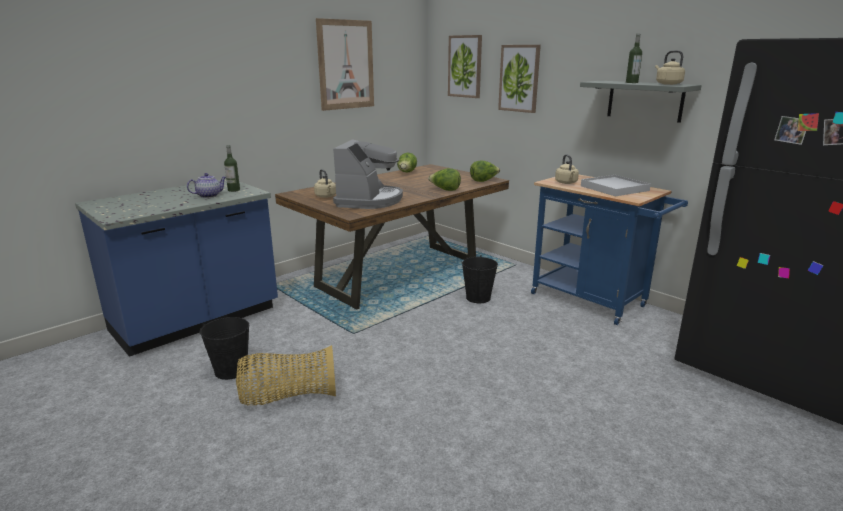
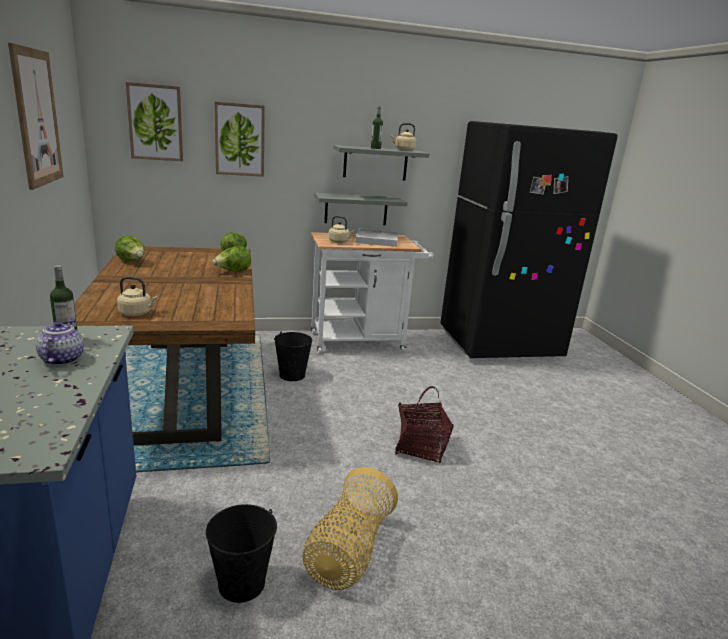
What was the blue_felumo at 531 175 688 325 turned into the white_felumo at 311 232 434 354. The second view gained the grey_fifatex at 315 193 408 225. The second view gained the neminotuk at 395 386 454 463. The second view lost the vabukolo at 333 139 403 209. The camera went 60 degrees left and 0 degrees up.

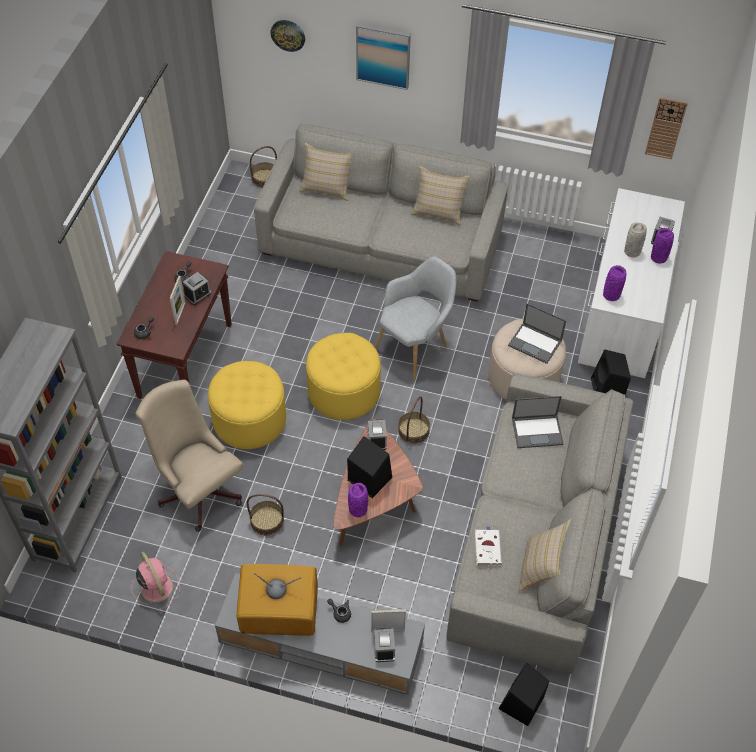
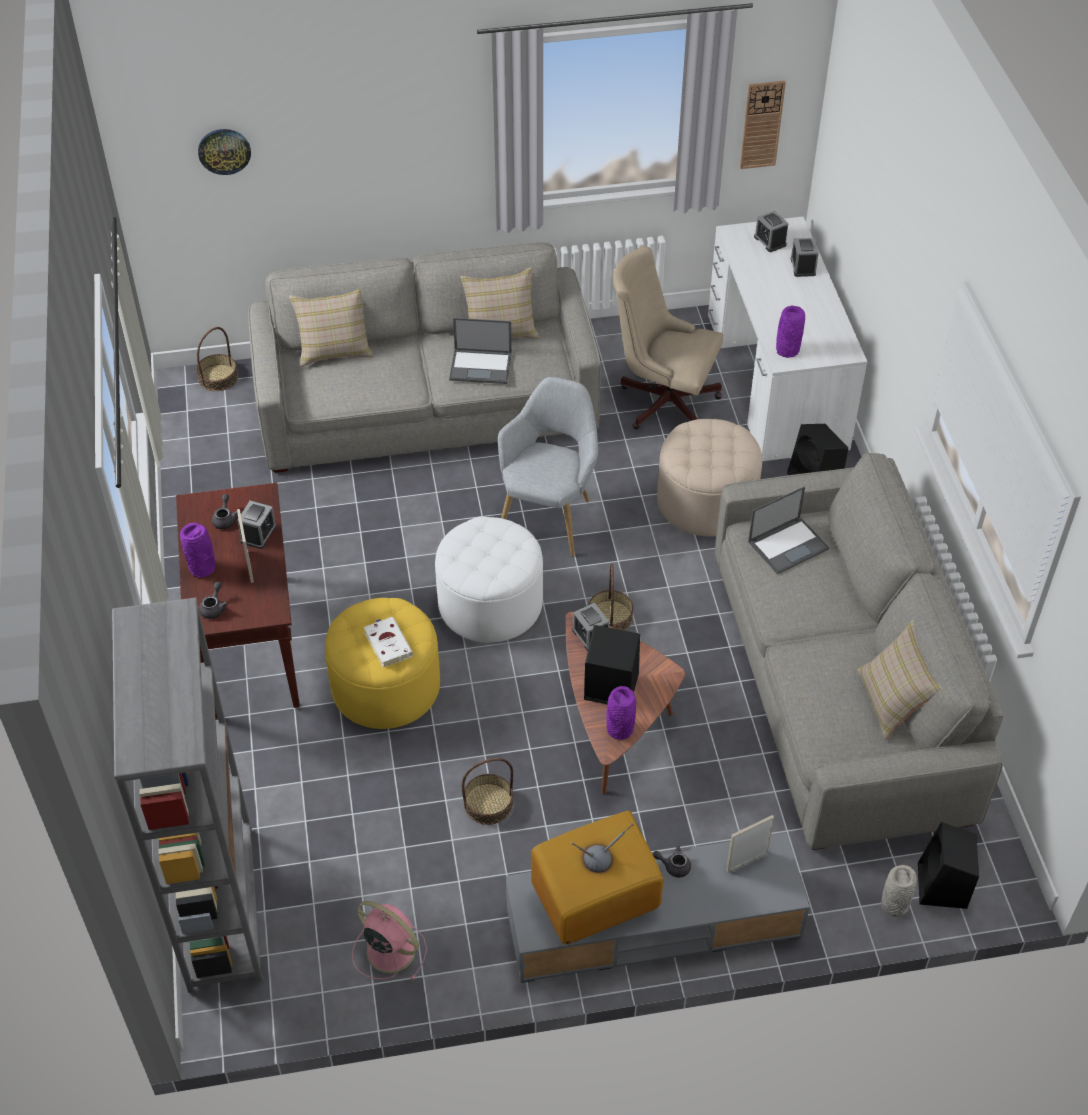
The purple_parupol ended up elsewhere, having gone from 651 228 674 263 to 180 523 216 578. The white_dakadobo ended up elsewhere, having gone from 475 526 502 566 to 364 617 413 667. What was the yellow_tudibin at 306 333 381 420 turned into the white_tudibin at 435 517 543 643. The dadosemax ended up elsewhere, having gone from 508 303 566 364 to 449 318 512 384. The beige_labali ended up elsewhere, having gone from 136 380 243 532 to 613 246 723 430. The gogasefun ended up elsewhere, having gone from 374 628 395 662 to 754 211 789 252. The grey_parupol ended up elsewhere, having gone from 624 222 647 258 to 881 865 917 917. The second view lost the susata at 356 24 411 90. The camera went 25 degrees left and 5 degrees down.

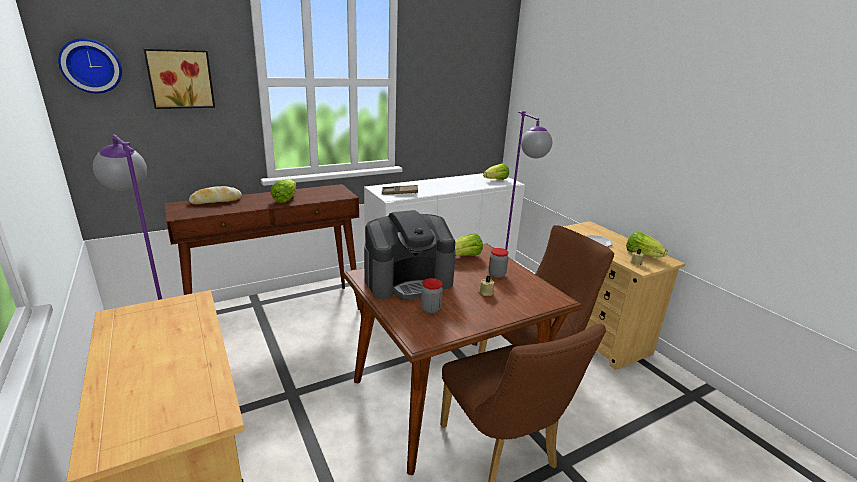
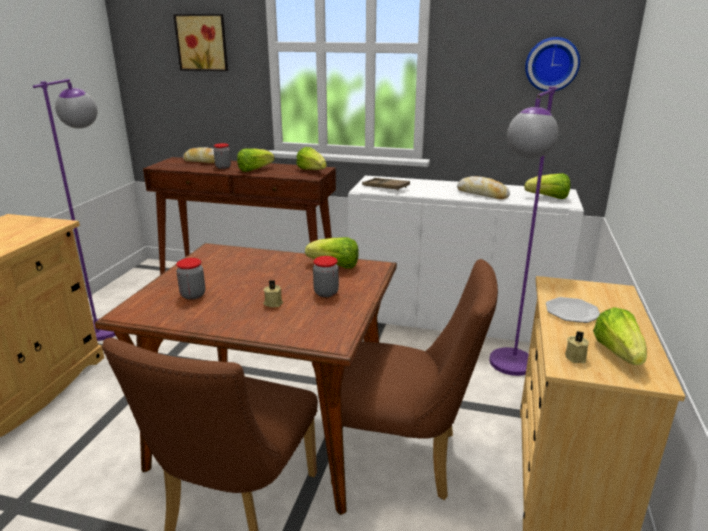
The second view gained the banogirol at 214 143 231 169. The second view gained the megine at 296 147 327 170. The second view gained the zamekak at 457 176 510 199. The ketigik ended up elsewhere, having gone from 58 38 122 93 to 525 37 580 91. The second view lost the vabukolo at 364 210 456 300. The camera went 45 degrees right and 0 degrees up.

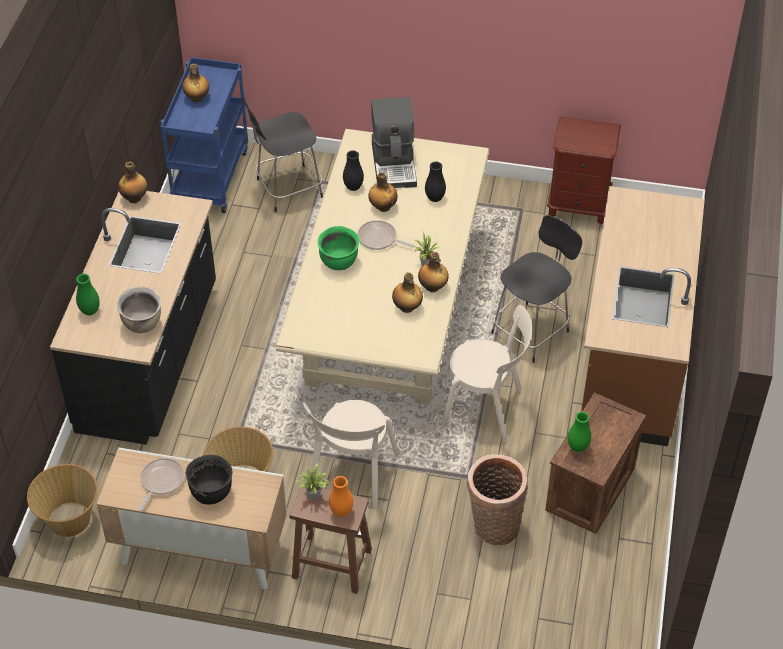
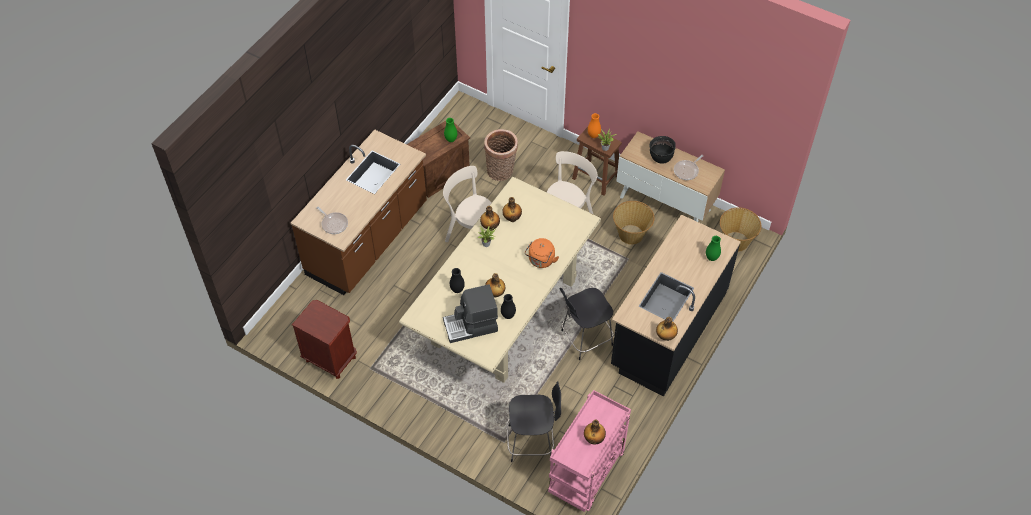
The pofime ended up elsewhere, having gone from 357 220 415 250 to 317 207 348 234. The vabukolo at 371 97 417 188 ended up facing another way, 120 degrees counterclockwise from before. Where the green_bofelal stood at 318 226 360 270, the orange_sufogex came to stand at 525 238 559 268. What was the blue_felumo at 160 57 248 213 turned into the pink_felumo at 548 390 631 512. The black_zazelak ended up elsewhere, having gone from 491 215 582 363 to 560 288 614 360. The second view lost the brown_bofelal at 117 287 161 333. The camera went 160 degrees left and 5 degrees up.

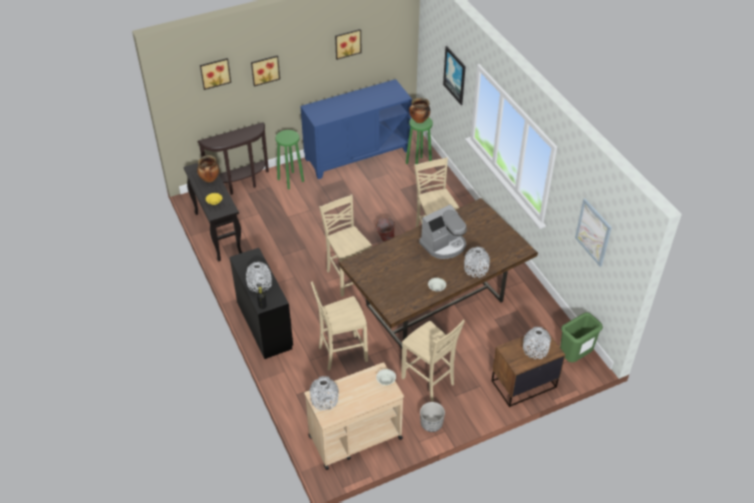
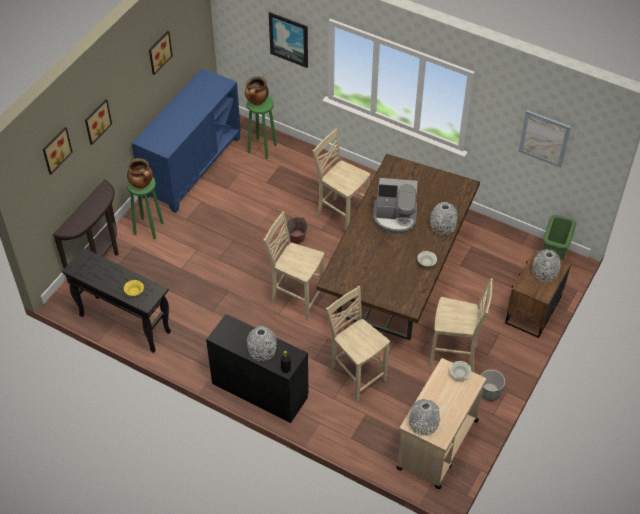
The bofelal ended up elsewhere, having gone from 197 155 220 182 to 127 158 153 189. The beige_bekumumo at 311 281 368 371 ended up facing another way, 105 degrees clockwise from before. The vabukolo at 419 204 467 259 ended up facing another way, 75 degrees clockwise from before. The camera went 35 degrees left and 5 degrees up.

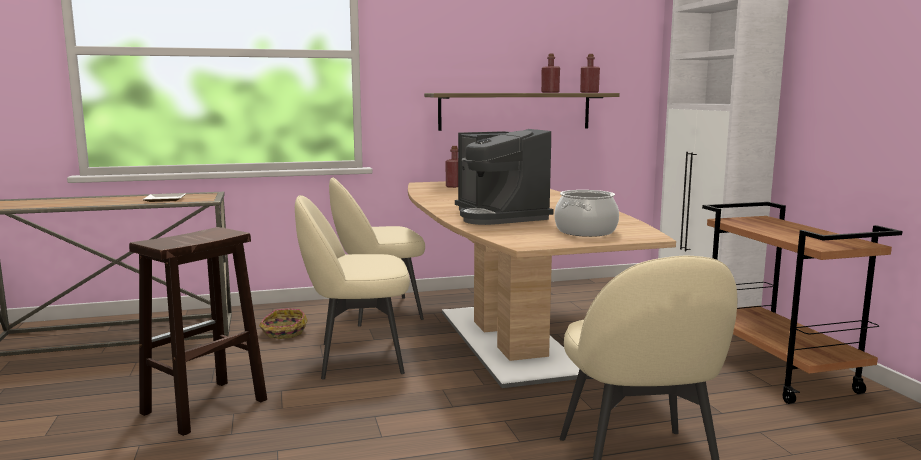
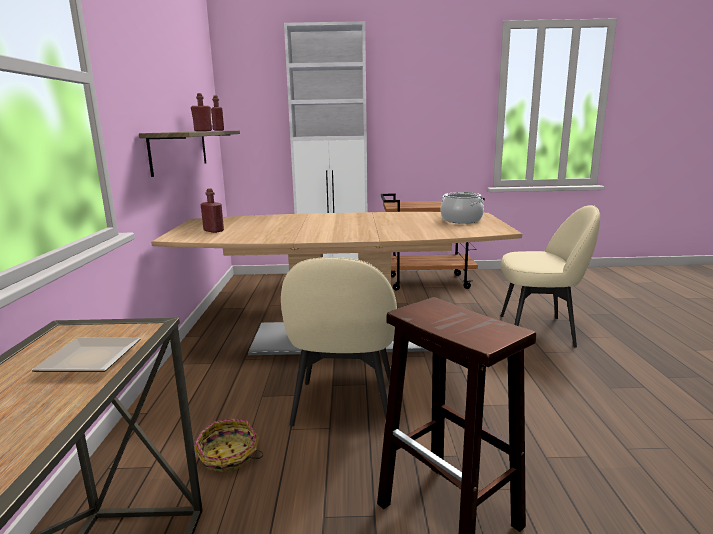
The second view lost the beige_bekumumo at 329 177 425 327. The second view lost the vabukolo at 455 129 554 225. The camera went 75 degrees left and 5 degrees up.

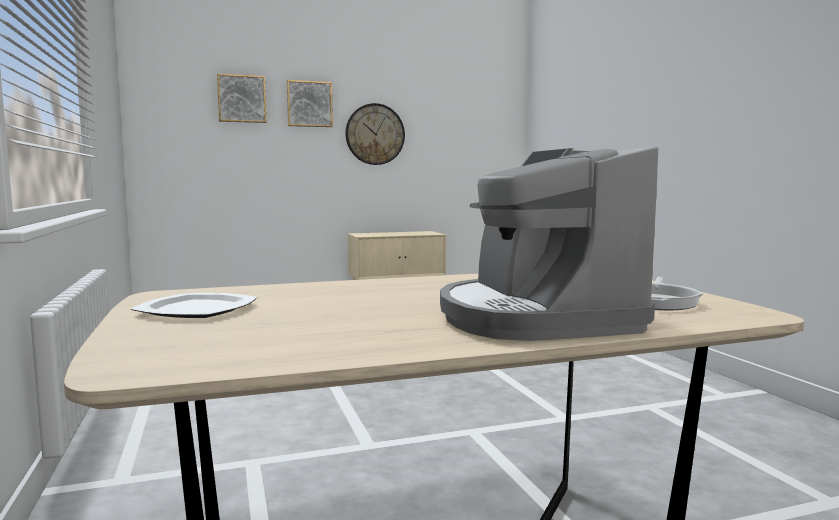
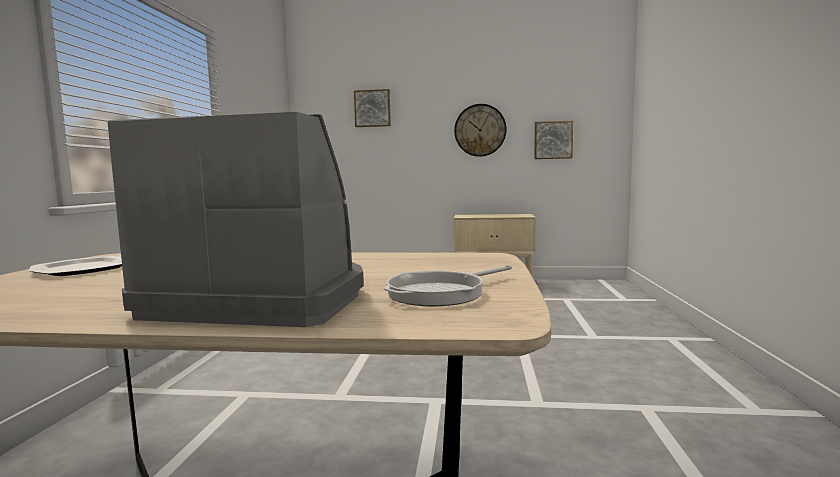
The vabukolo at 440 147 658 341 ended up facing another way, 90 degrees clockwise from before. The susata ended up elsewhere, having gone from 287 80 333 127 to 534 121 573 159. The camera went 25 degrees right and 0 degrees up.

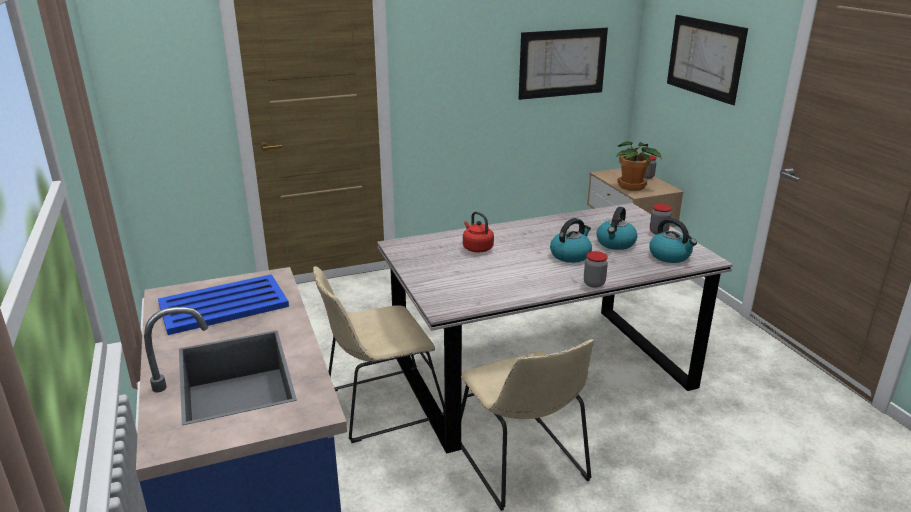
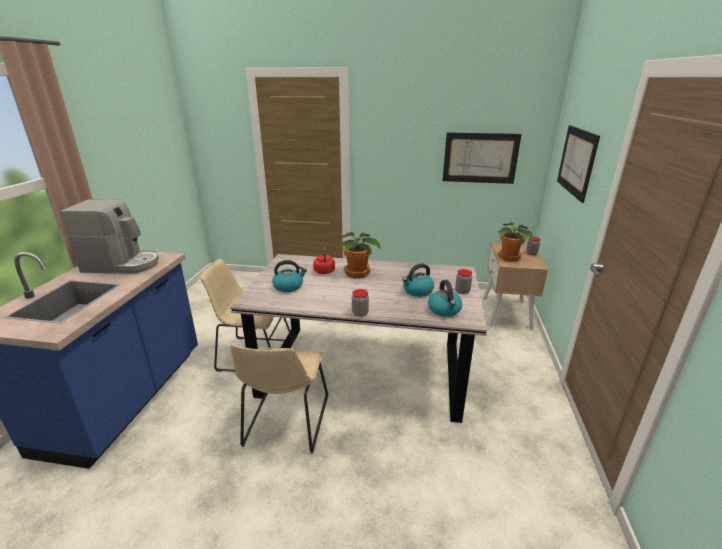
Where the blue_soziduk stood at 158 274 289 335, the vabukolo came to stand at 60 199 159 273. The sufogex ended up elsewhere, having gone from 550 218 592 263 to 272 260 307 292. The second view gained the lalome at 339 232 381 278. The camera went 30 degrees right and 0 degrees up.

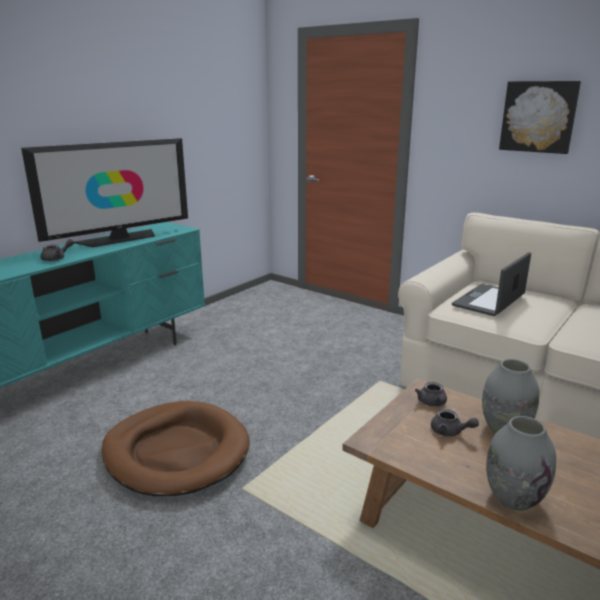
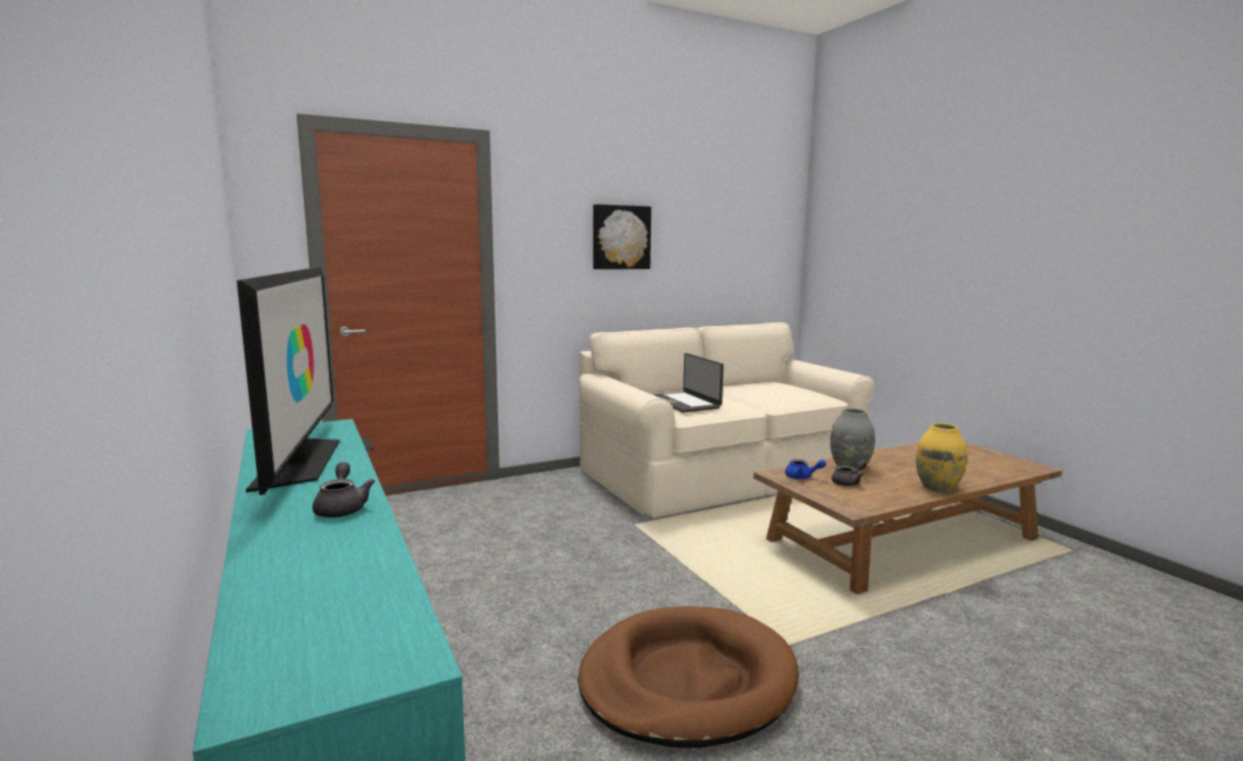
What was the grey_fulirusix at 415 382 447 406 turned into the blue_fulirusix at 785 459 826 479. What was the grey_parupol at 486 416 556 511 turned into the yellow_parupol at 916 423 967 492. The camera went 65 degrees left and 10 degrees down.

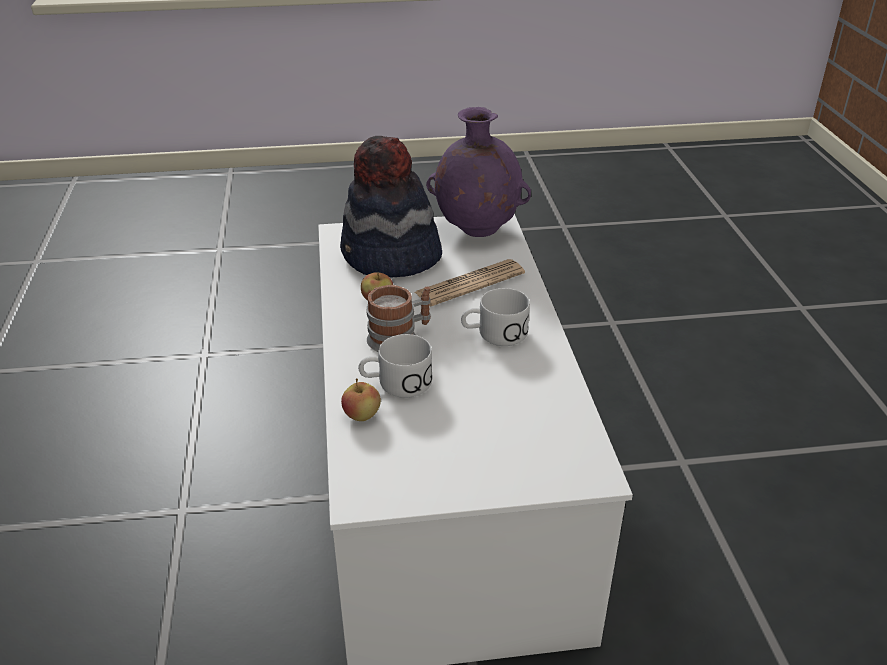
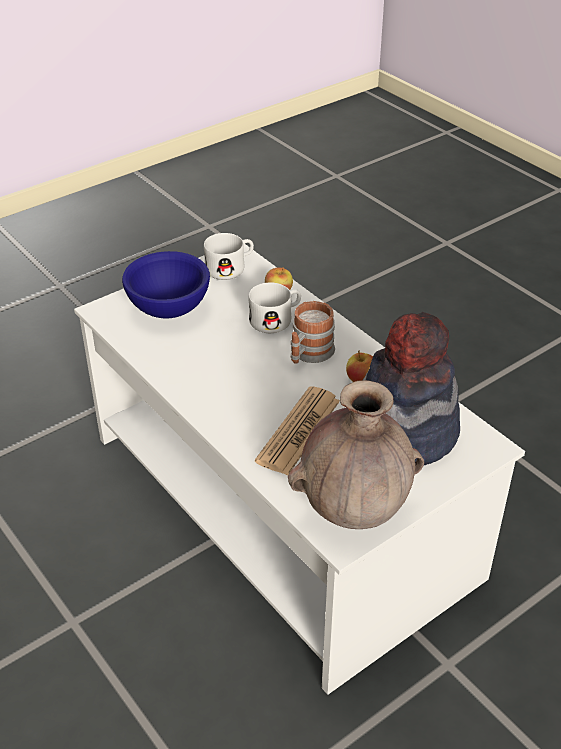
The second view gained the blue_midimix at 122 251 210 319. The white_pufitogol ended up elsewhere, having gone from 461 288 530 346 to 204 233 254 280. What was the purple_parupol at 426 107 531 237 turned into the brown_parupol at 288 380 424 529. The camera went 150 degrees right and 5 degrees up.

